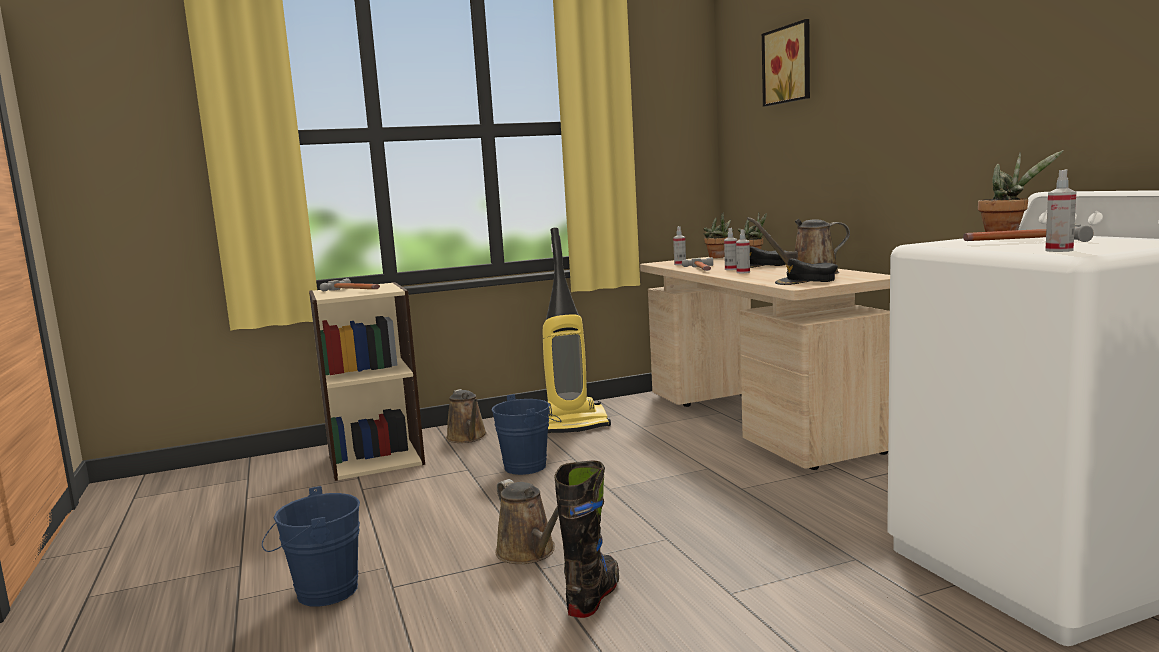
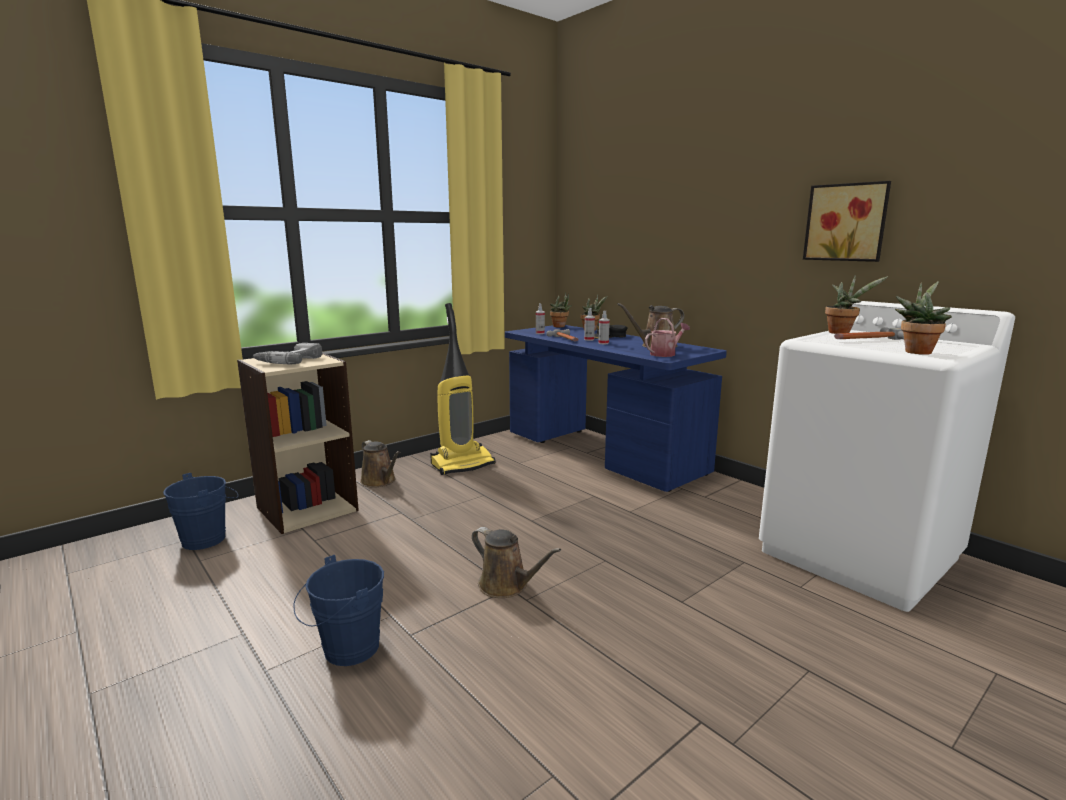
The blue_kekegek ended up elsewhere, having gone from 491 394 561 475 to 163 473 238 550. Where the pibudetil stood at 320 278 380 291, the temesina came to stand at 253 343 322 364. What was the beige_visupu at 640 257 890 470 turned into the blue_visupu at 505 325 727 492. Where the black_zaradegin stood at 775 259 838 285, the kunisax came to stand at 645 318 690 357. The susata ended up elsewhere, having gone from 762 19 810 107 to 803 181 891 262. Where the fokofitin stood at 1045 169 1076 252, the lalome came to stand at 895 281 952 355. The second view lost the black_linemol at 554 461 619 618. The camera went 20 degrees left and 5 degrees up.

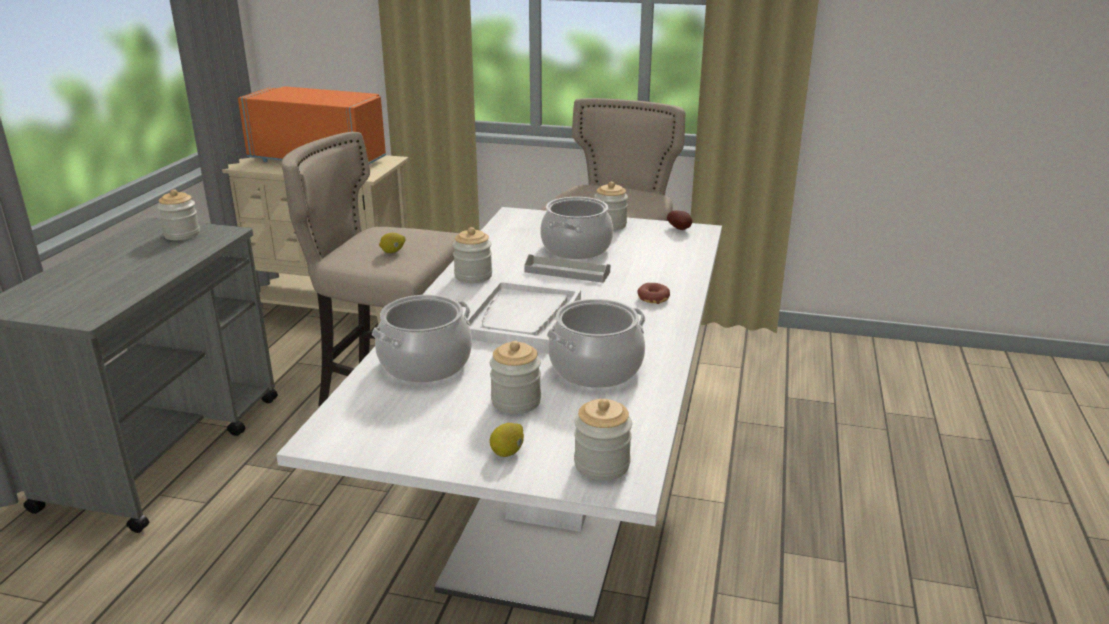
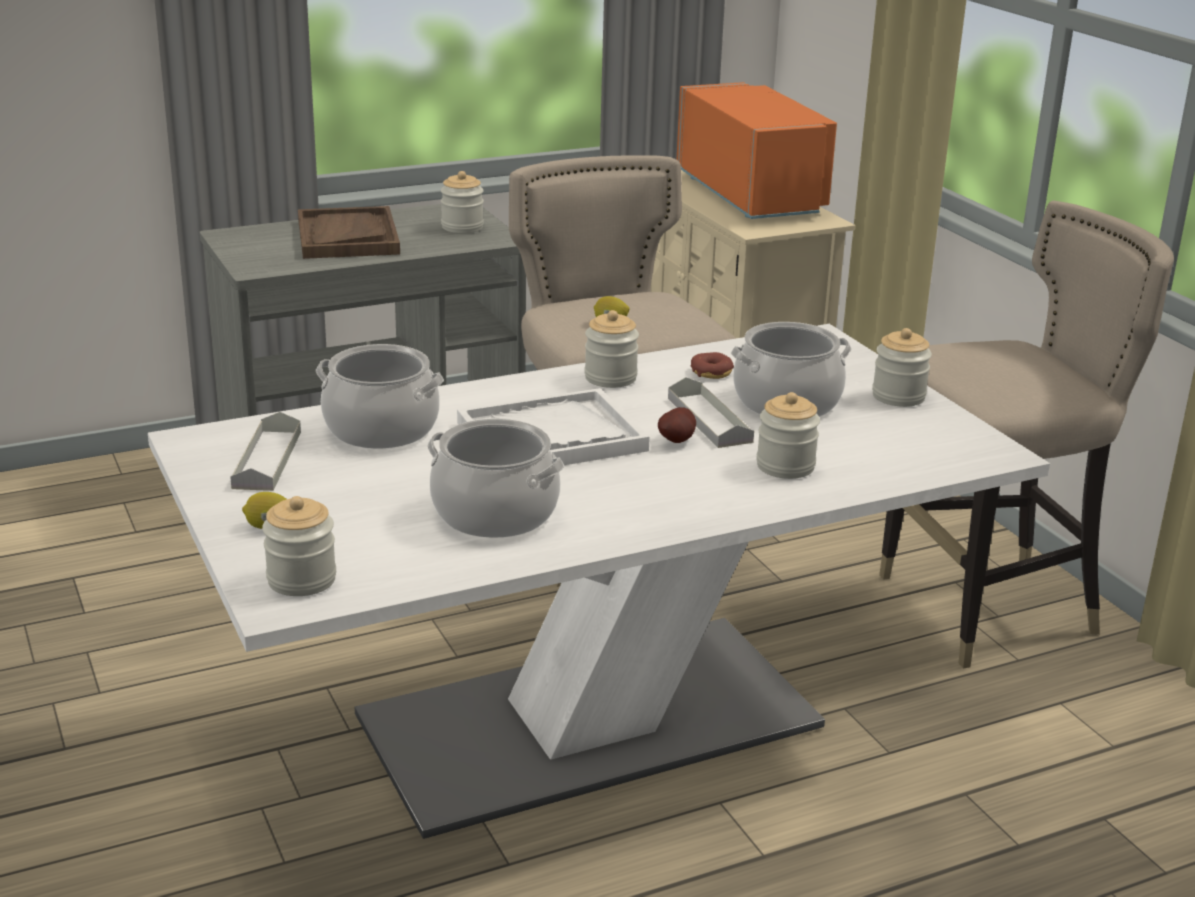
The second view gained the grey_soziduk at 230 412 301 491. The second view gained the brown_soziduk at 298 206 400 259. The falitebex ended up elsewhere, having gone from 667 210 692 230 to 658 407 696 443. The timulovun ended up elsewhere, having gone from 637 283 670 304 to 691 352 734 379. The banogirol ended up elsewhere, having gone from 490 341 541 414 to 756 392 820 479. The camera went 50 degrees right and 0 degrees up.

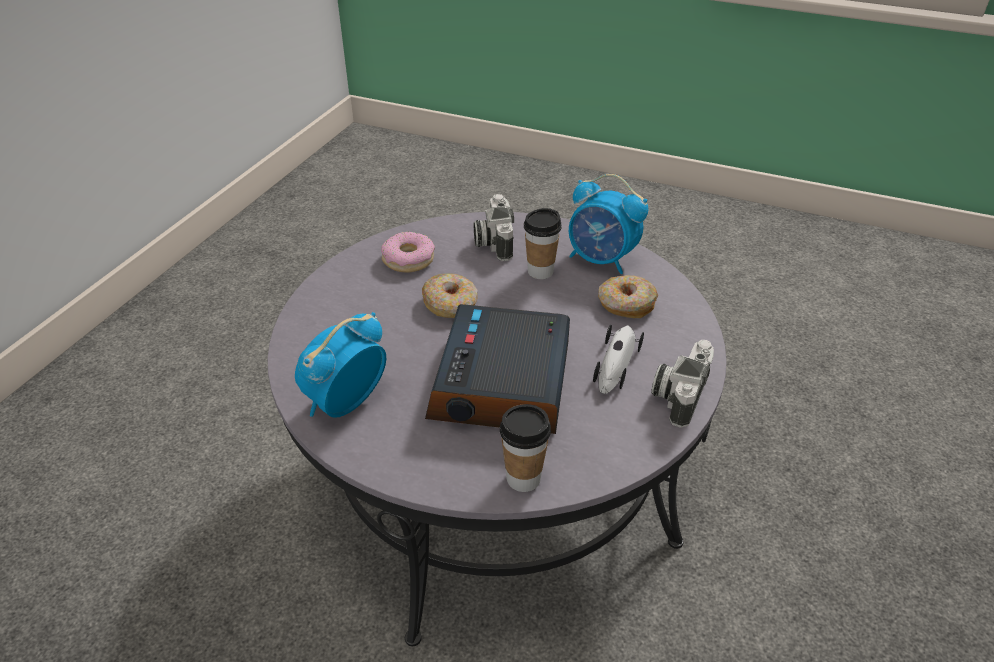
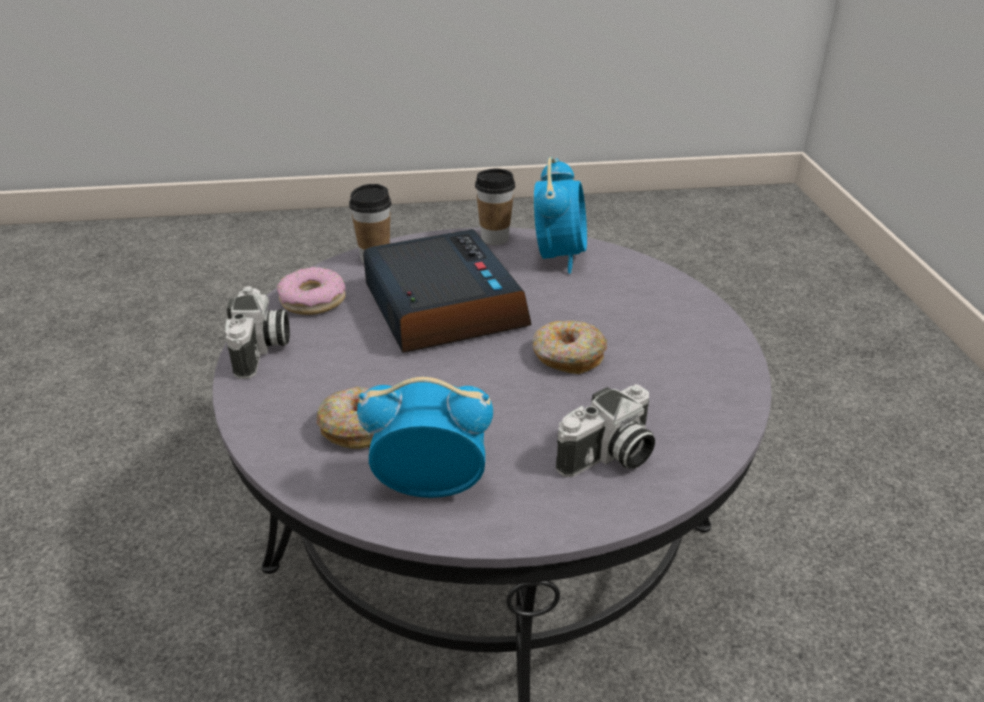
The timulovun ended up elsewhere, having gone from 381 232 435 273 to 277 267 346 315. The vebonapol ended up elsewhere, having gone from 524 208 562 279 to 475 169 515 245. The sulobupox at 474 194 514 261 ended up facing another way, 90 degrees clockwise from before. The second view lost the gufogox at 593 325 644 394. The camera went 150 degrees right and 5 degrees down.

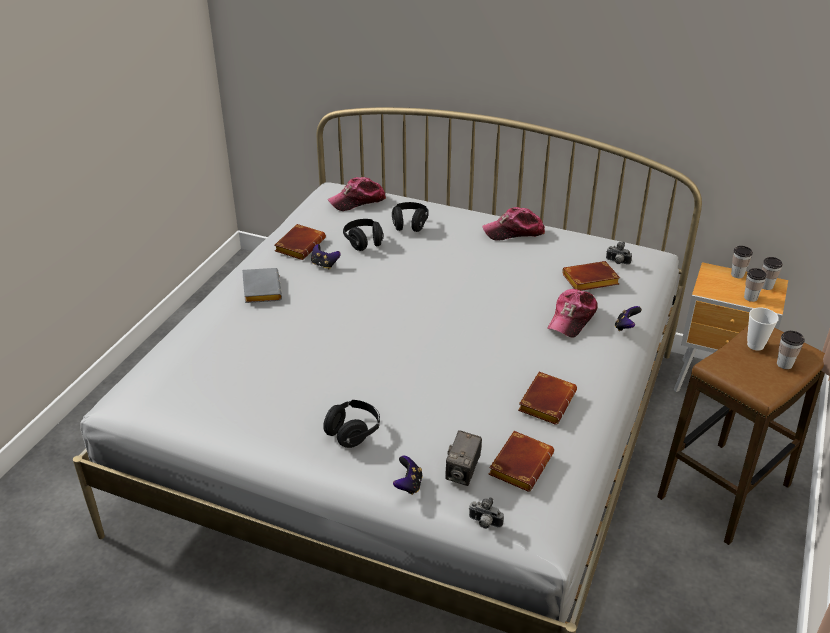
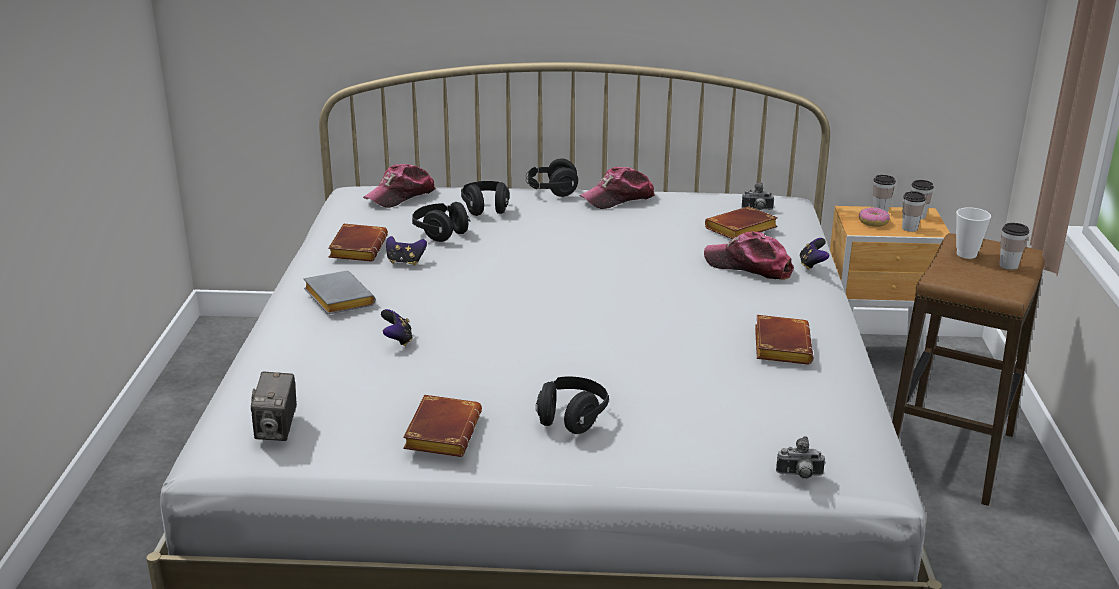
The sulobupox ended up elsewhere, having gone from 445 430 482 486 to 251 372 297 441. The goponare ended up elsewhere, having gone from 393 456 423 495 to 381 309 413 346. The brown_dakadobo ended up elsewhere, having gone from 488 431 554 492 to 403 395 482 457. The second view gained the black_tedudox at 526 158 578 197. The zaradegin at 547 289 598 338 ended up facing another way, 105 degrees clockwise from before. The second view gained the timulovun at 859 207 890 227. The camera went 20 degrees left and 10 degrees down.

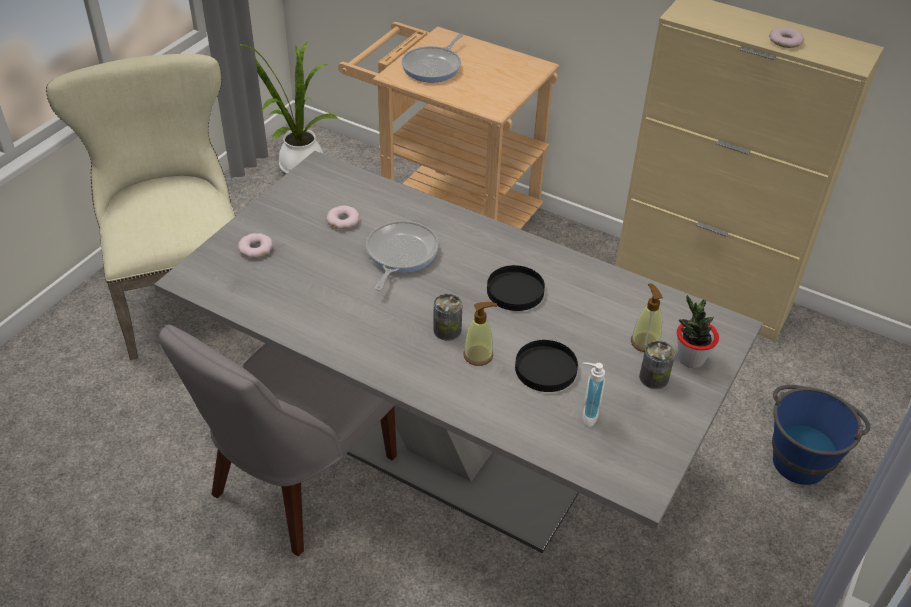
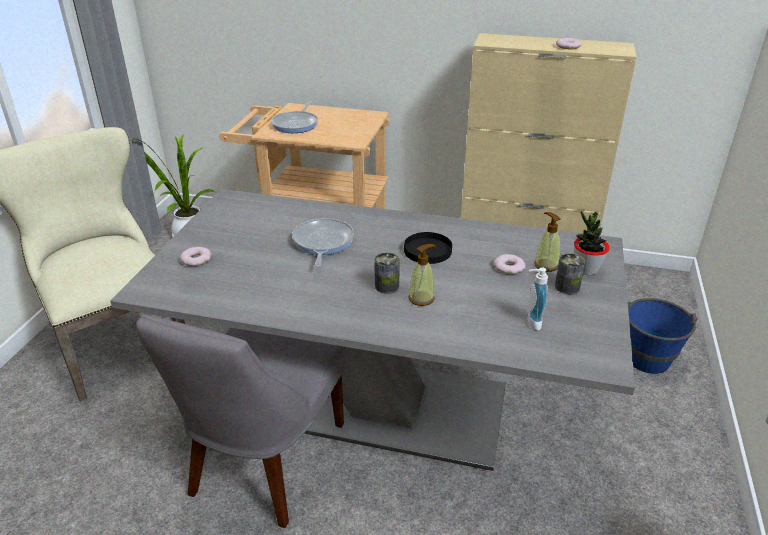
The timulovun ended up elsewhere, having gone from 326 206 360 229 to 494 254 525 274. The second view lost the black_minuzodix at 515 340 578 392. The camera went 15 degrees left and 10 degrees down.

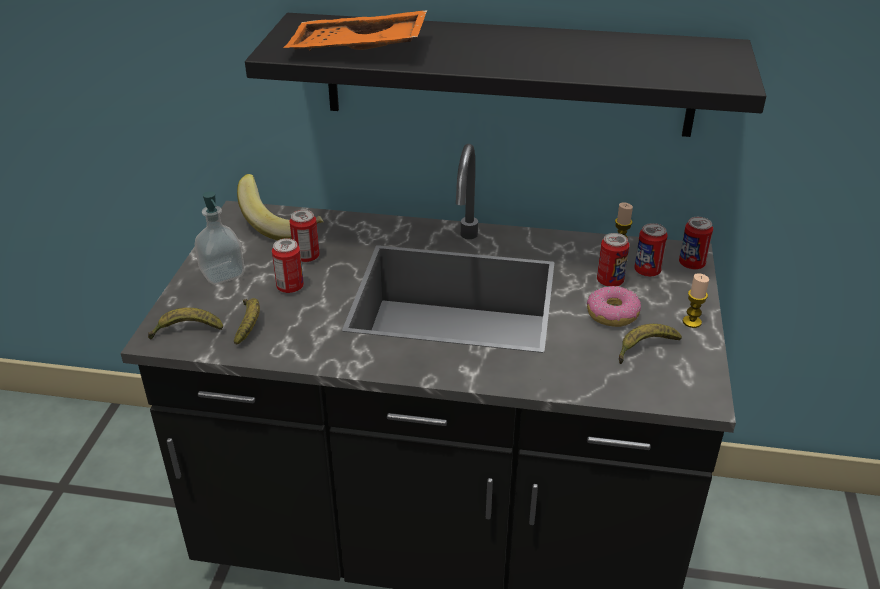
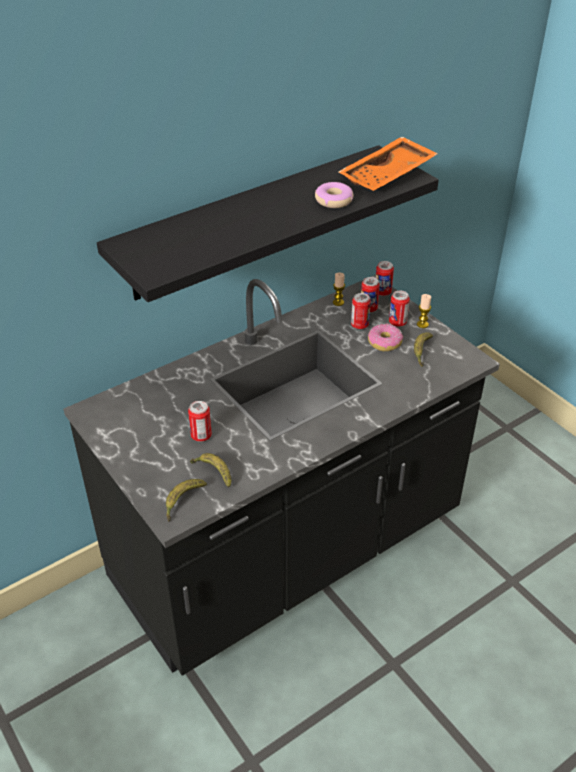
The second view gained the timulovun at 315 182 353 208. The orange_soziduk ended up elsewhere, having gone from 283 10 427 51 to 338 137 438 191. The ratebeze ended up elsewhere, having gone from 290 210 319 262 to 389 291 410 327. The second view lost the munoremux at 194 191 245 285. The second view lost the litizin at 237 174 324 240. The camera went 45 degrees left and 5 degrees up.

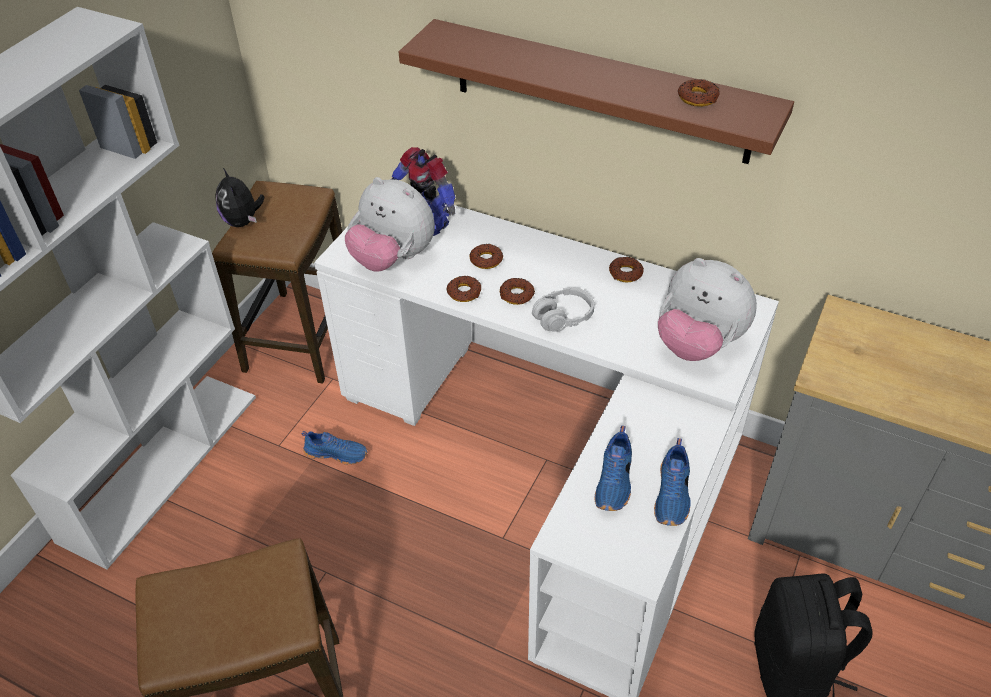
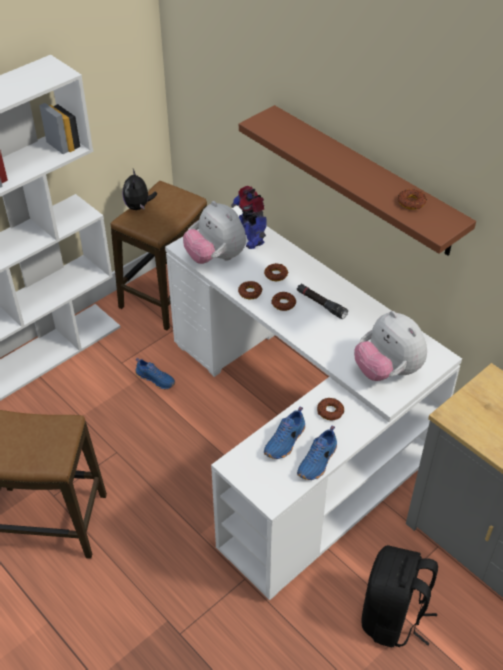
The second view gained the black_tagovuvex at 297 284 348 319. The timulovun ended up elsewhere, having gone from 609 257 644 282 to 317 398 344 421. The second view lost the grey_tedudox at 532 287 594 332. The camera went 20 degrees right and 0 degrees up.

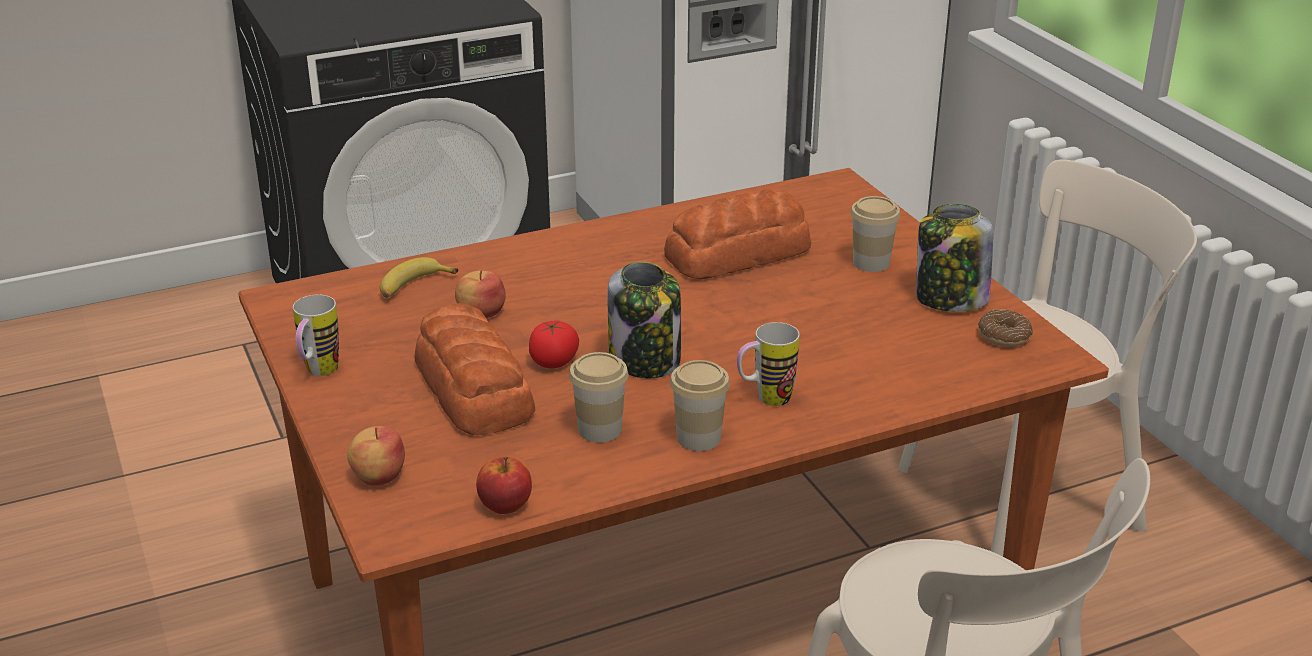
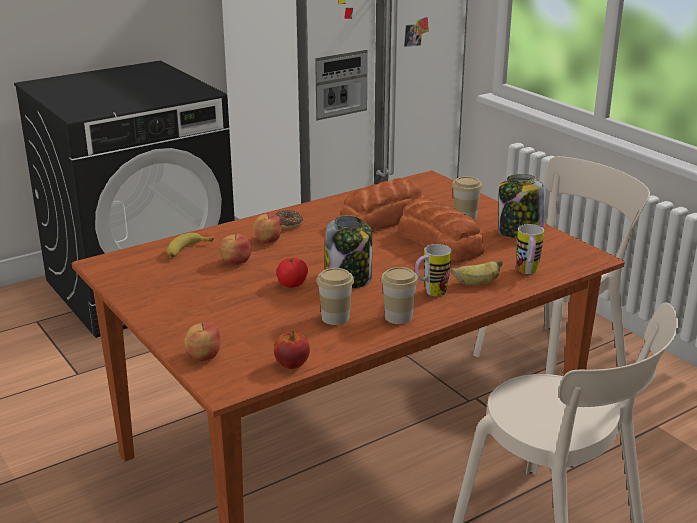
The second view gained the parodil at 253 213 282 244. The timulovun ended up elsewhere, having gone from 978 309 1033 347 to 275 210 303 229. The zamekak ended up elsewhere, having gone from 414 303 535 436 to 398 197 484 262. The second view gained the litizin at 451 260 503 285. The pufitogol ended up elsewhere, having gone from 293 295 339 376 to 517 224 544 274. The camera went 10 degrees left and 5 degrees down.

